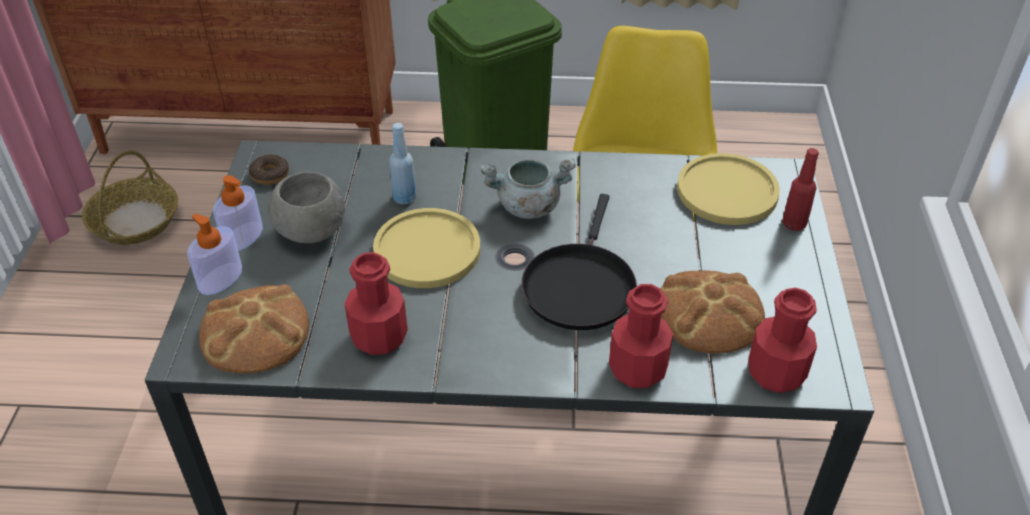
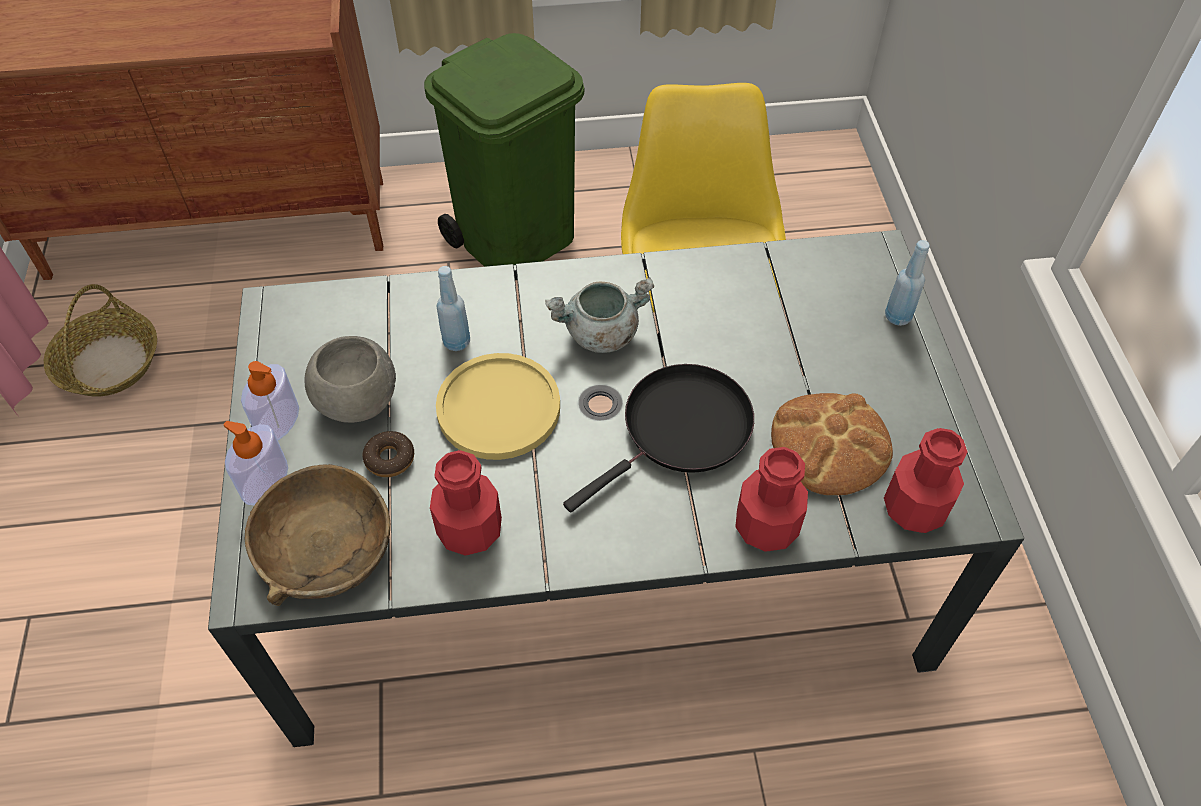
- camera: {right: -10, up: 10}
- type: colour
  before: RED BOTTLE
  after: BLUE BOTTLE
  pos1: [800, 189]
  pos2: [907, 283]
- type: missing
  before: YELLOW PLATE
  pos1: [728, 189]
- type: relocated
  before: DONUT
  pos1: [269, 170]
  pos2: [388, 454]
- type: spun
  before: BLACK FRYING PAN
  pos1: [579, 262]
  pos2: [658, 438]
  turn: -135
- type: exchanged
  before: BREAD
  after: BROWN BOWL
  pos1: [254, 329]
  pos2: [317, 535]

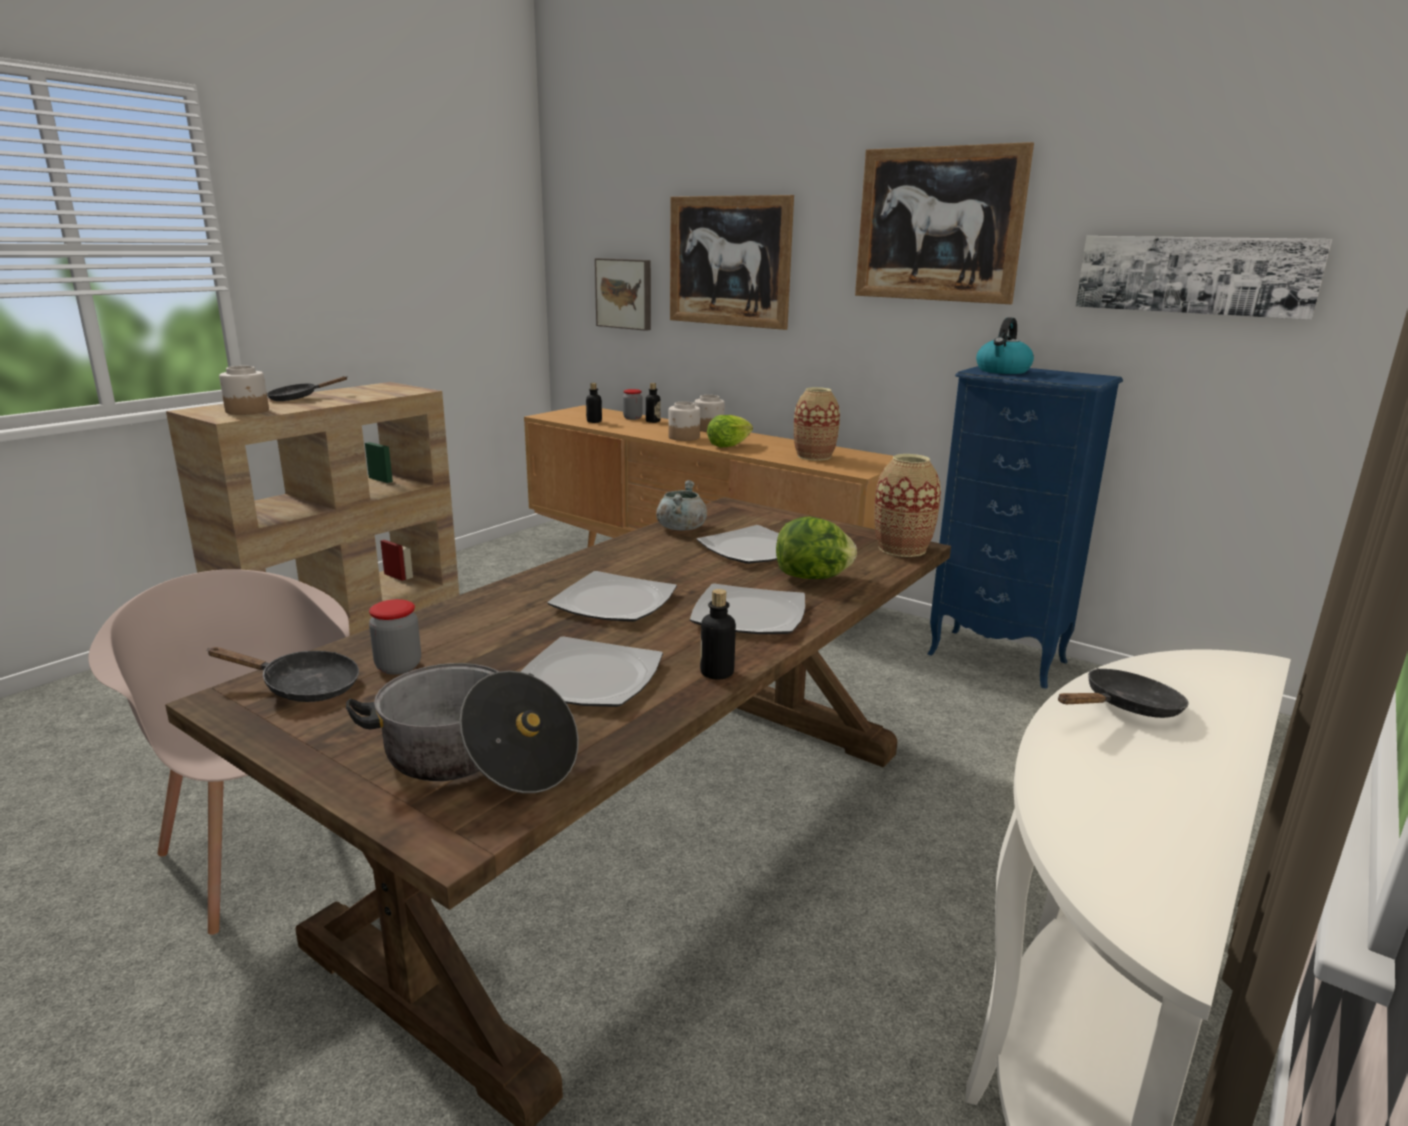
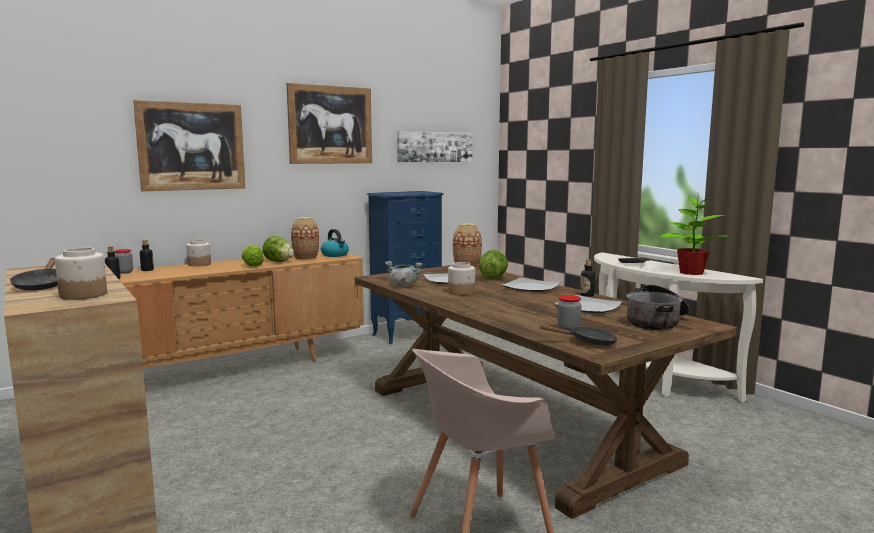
- camera: {right: -70, up: -10}
- type: missing
  before: PICTURE
  pos1: [623, 294]
- type: relocated
  before: KETTLE
  pos1: [1005, 345]
  pos2: [335, 243]
- type: relocated
  before: JAR
  pos1: [684, 421]
  pos2: [461, 278]
- type: missing
  before: PLATE
  pos1: [612, 596]
- type: spun
  before: BLACK FRYING PAN
  pos1: [283, 674]
  pos2: [578, 335]
  turn: 60
- type: appeared
  after: POTTED PLANT
  pos2: [694, 235]
- type: appeared
  after: LETTUCE
  pos2: [278, 249]

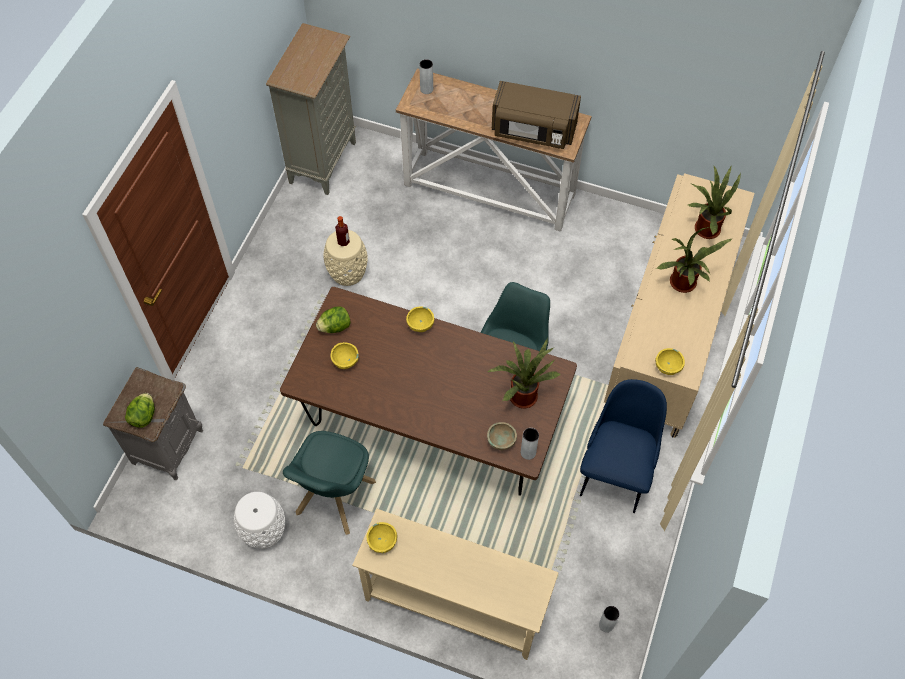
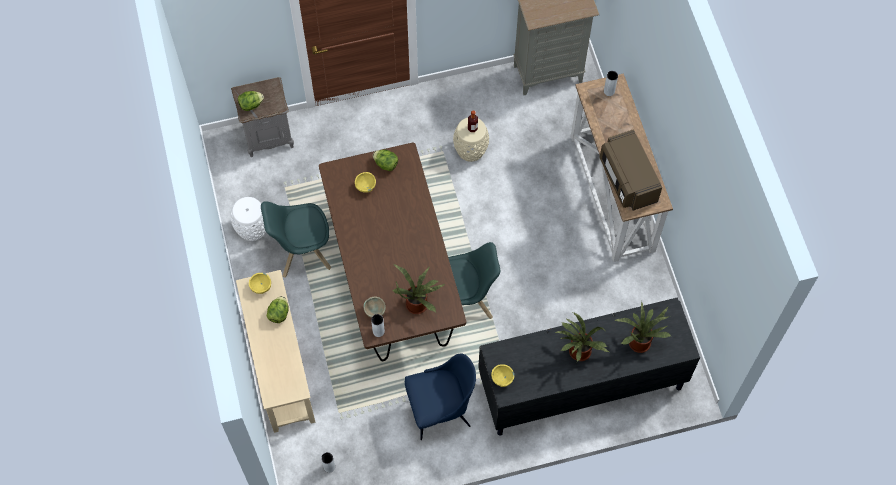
- camera: {right: 55, up: 5}
- type: colour
  before: BEIGE CABINET
  after: BLACK CABINET
  pos1: [679, 305]
  pos2: [589, 366]
- type: missing
  before: YELLOW BOWL
  pos1: [420, 319]
- type: appeared
  after: LETTUCE
  pos2: [278, 309]

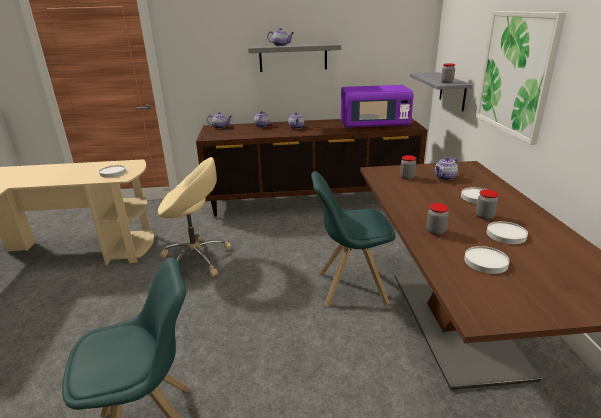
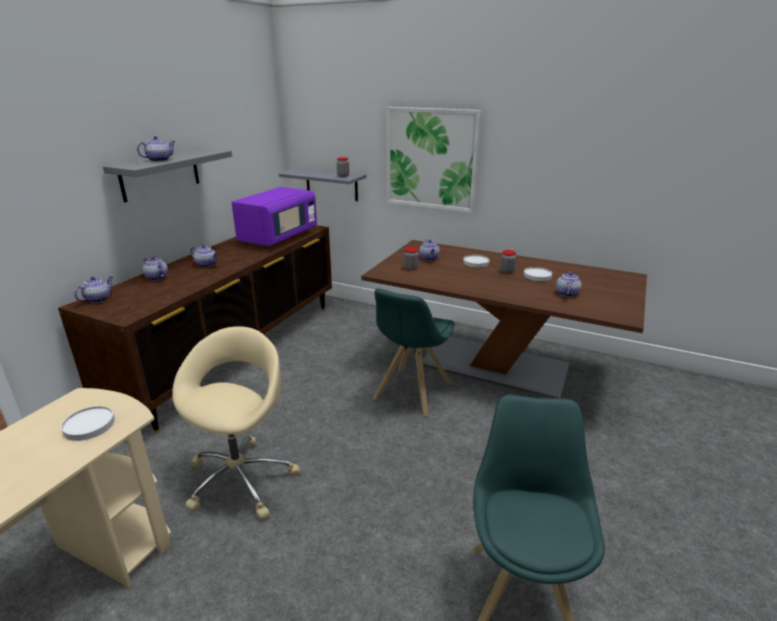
- camera: {right: -60, up: 0}
- type: missing
  before: JAR
  pos1: [437, 219]
- type: exchanged
  before: WHITE PLATE
  after: TEAPOT
  pos1: [487, 260]
  pos2: [569, 284]

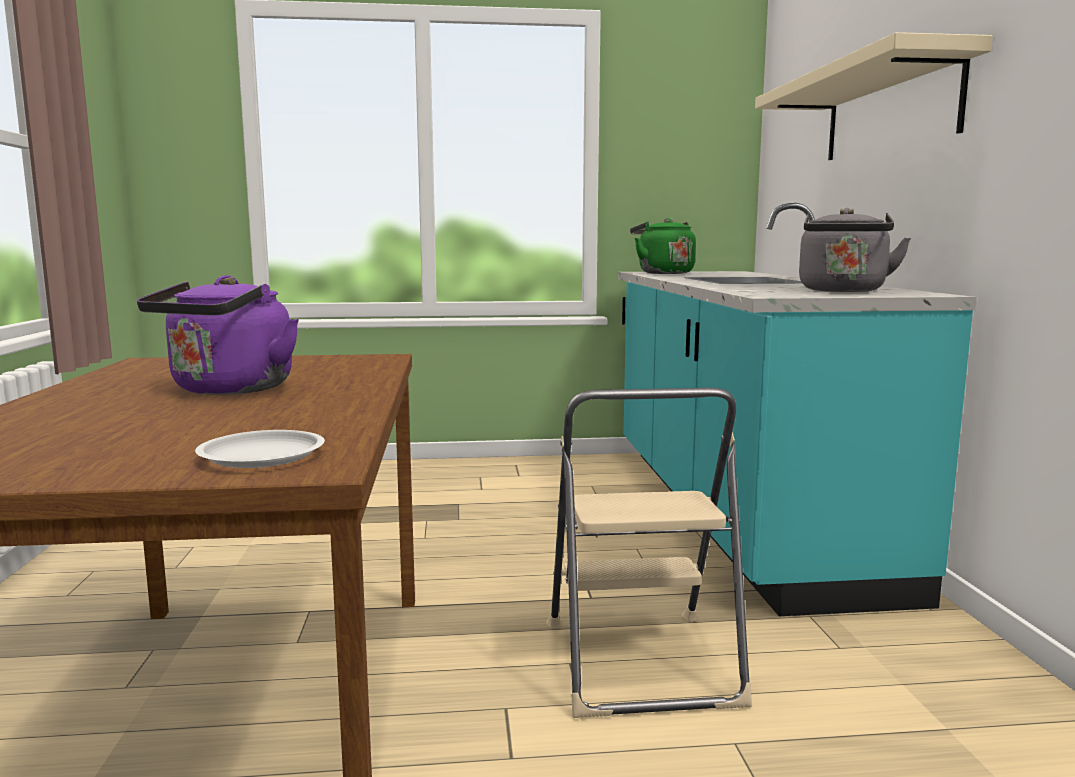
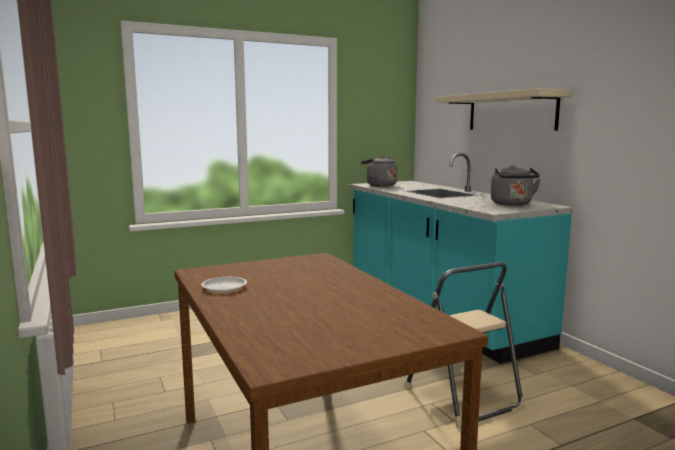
- camera: {right: -20, up: 0}
- type: colour
  before: GREEN KETTLE
  after: GREY KETTLE
  pos1: [663, 246]
  pos2: [379, 171]
- type: missing
  before: PURPLE KETTLE
  pos1: [218, 335]
- type: relocated
  before: WHITE PLATE
  pos1: [260, 449]
  pos2: [224, 284]

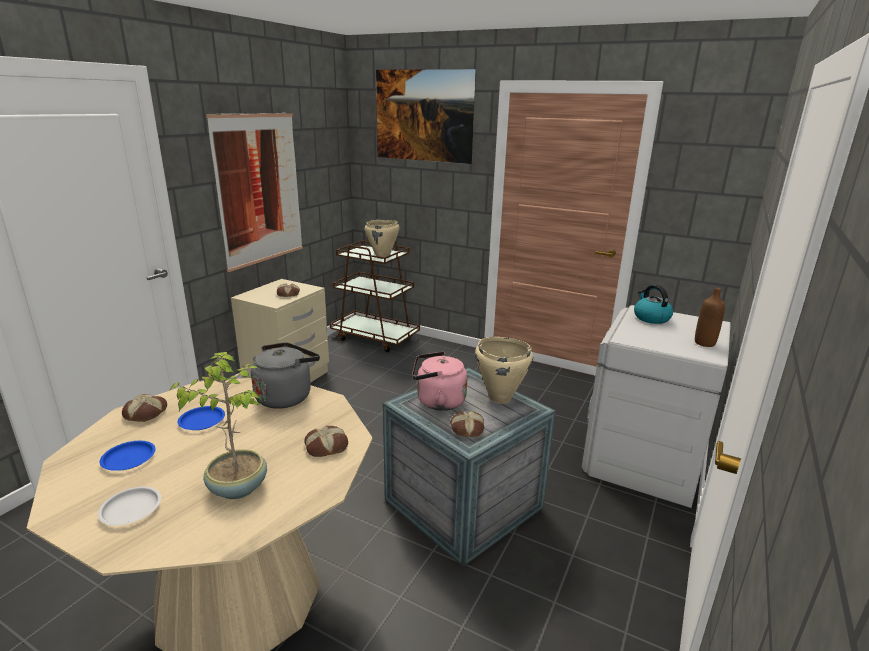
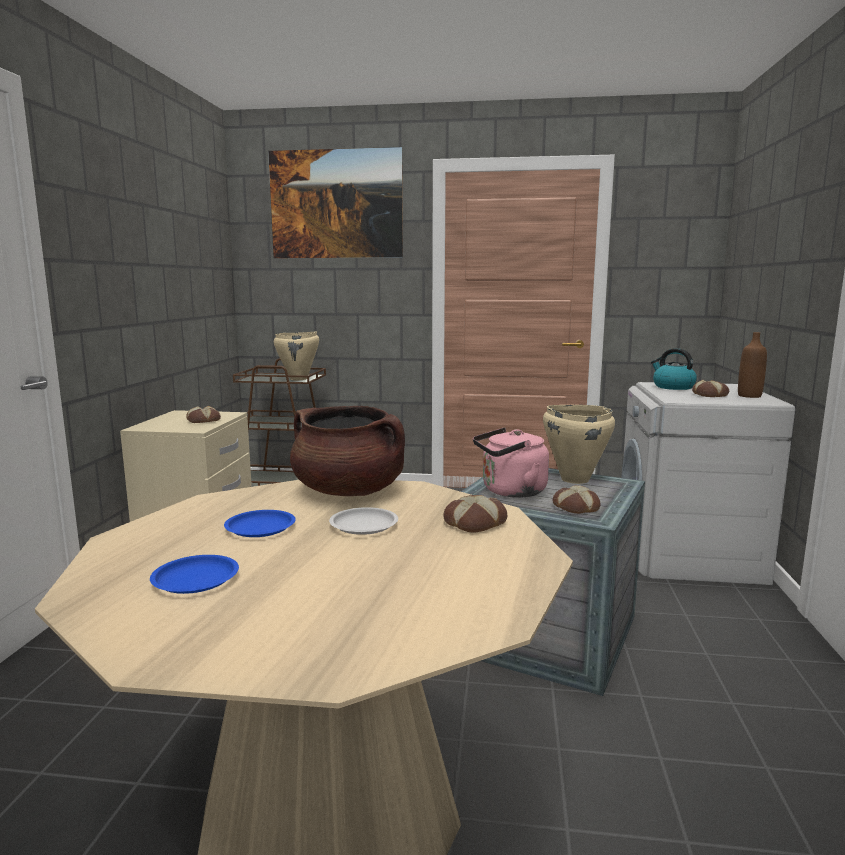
- camera: {right: -20, up: -10}
- type: missing
  before: PICTURE
  pos1: [254, 192]
- type: exchanged
  before: GREY KETTLE
  after: BROWN COOKING POT
  pos1: [285, 375]
  pos2: [347, 451]
- type: missing
  before: POTTED PLANT
  pos1: [217, 425]
- type: relocated
  before: BREAD
  pos1: [144, 408]
  pos2: [710, 388]
- type: relocated
  before: WHITE PLATE
  pos1: [129, 506]
  pos2: [363, 521]

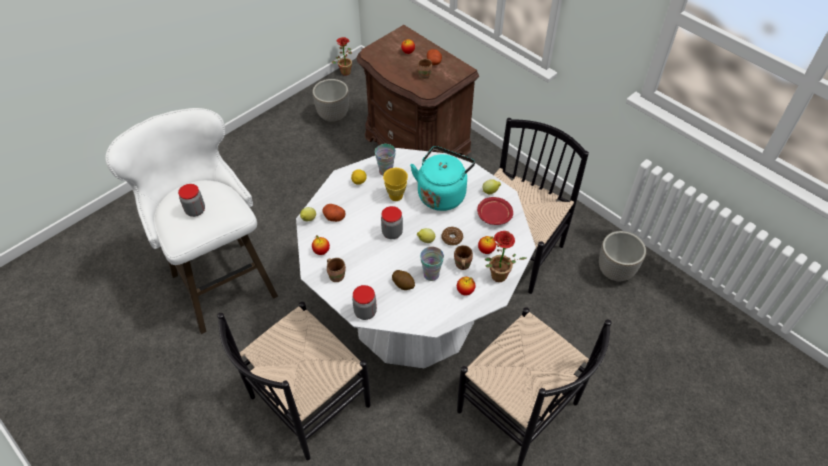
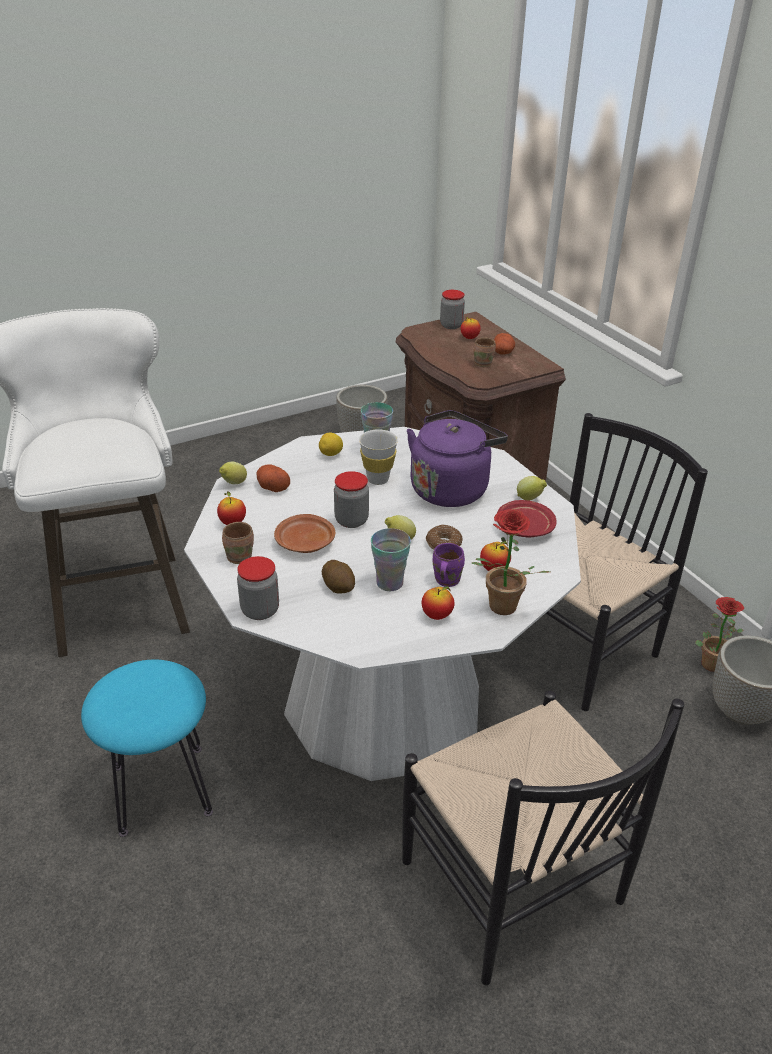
- camera: {right: 15, up: -15}
- type: relocated
  before: POTTED PLANT
  pos1: [342, 56]
  pos2: [719, 634]
- type: colour
  before: TURQUOISE KETTLE
  after: PURPLE KETTLE
  pos1: [442, 178]
  pos2: [457, 458]
- type: colour
  before: YELLOW CUP
  after: WHITE CUP
  pos1: [395, 184]
  pos2: [378, 457]
- type: relocated
  before: JAR
  pos1: [191, 200]
  pos2: [452, 309]
- type: colour
  before: BROWN MUG
  after: PURPLE MUG
  pos1: [463, 257]
  pos2: [449, 565]
- type: exchanged
  before: BLACK CHAIR
  after: TURQUOISE STOOL
  pos1: [294, 381]
  pos2: [147, 748]
- type: appeared
  after: BROWN PLATE
  pos2: [304, 533]

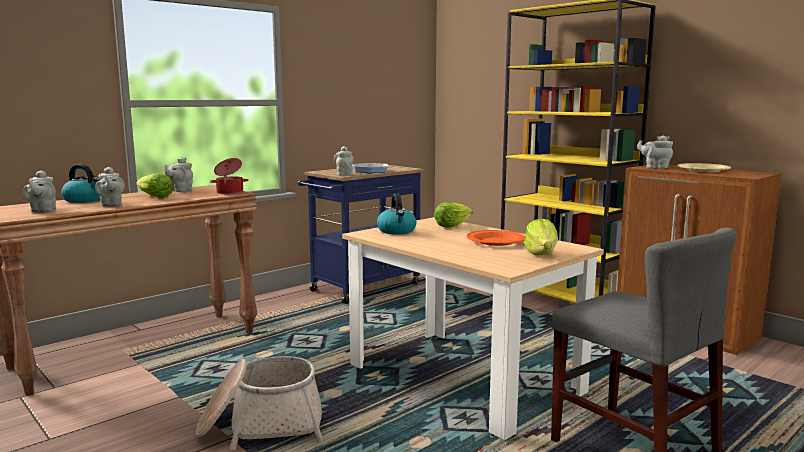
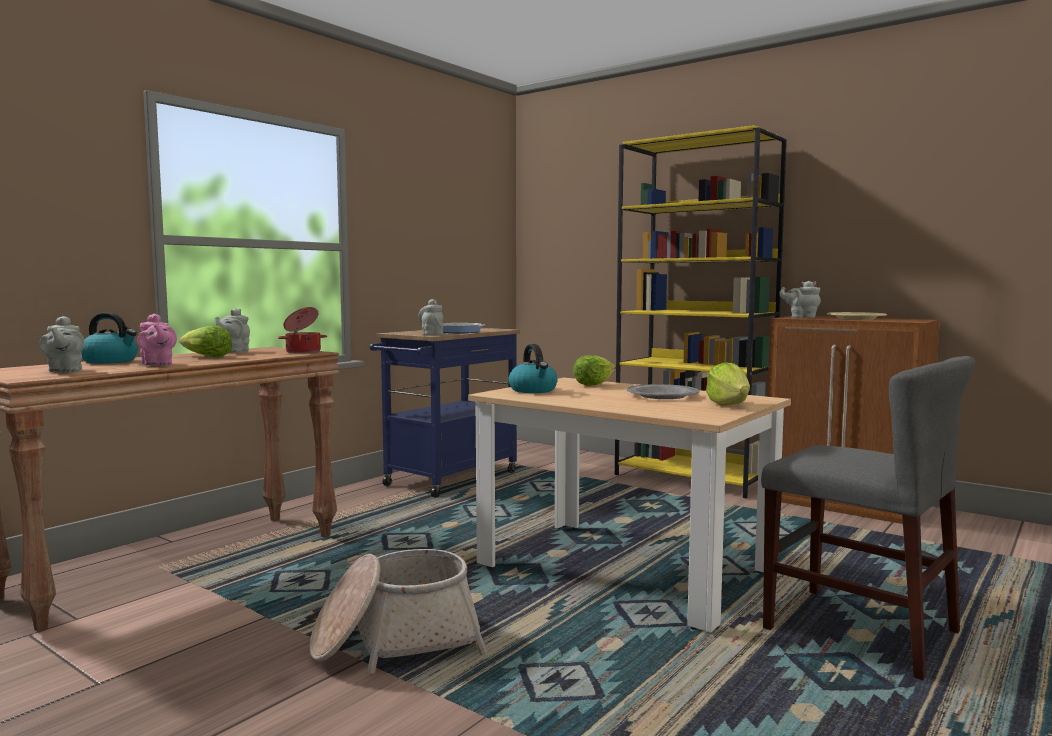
- camera: {right: -10, up: -5}
- type: colour
  before: GREY TEAPOT
  after: PINK TEAPOT
  pos1: [110, 187]
  pos2: [157, 339]
- type: colour
  before: ORANGE PLATE
  after: GREY PLATE
  pos1: [495, 238]
  pos2: [663, 391]

